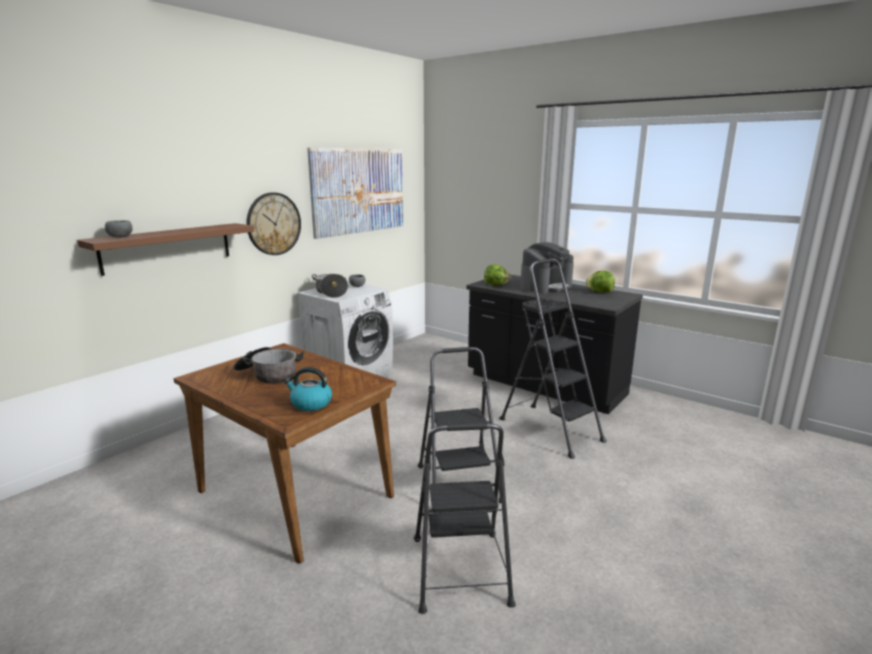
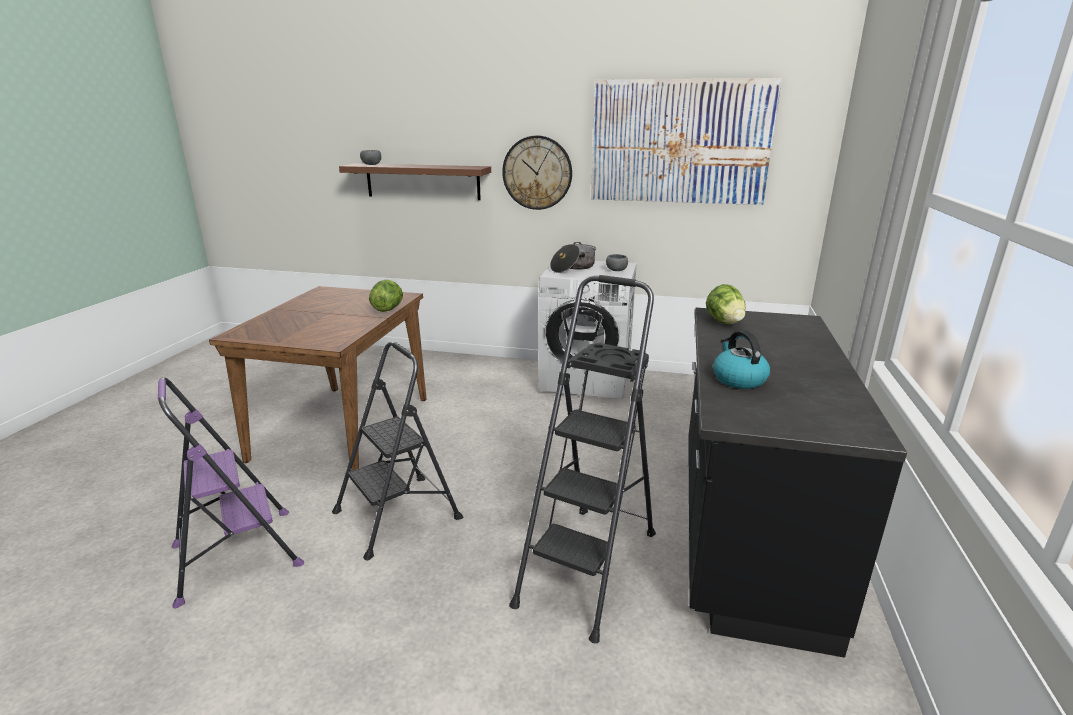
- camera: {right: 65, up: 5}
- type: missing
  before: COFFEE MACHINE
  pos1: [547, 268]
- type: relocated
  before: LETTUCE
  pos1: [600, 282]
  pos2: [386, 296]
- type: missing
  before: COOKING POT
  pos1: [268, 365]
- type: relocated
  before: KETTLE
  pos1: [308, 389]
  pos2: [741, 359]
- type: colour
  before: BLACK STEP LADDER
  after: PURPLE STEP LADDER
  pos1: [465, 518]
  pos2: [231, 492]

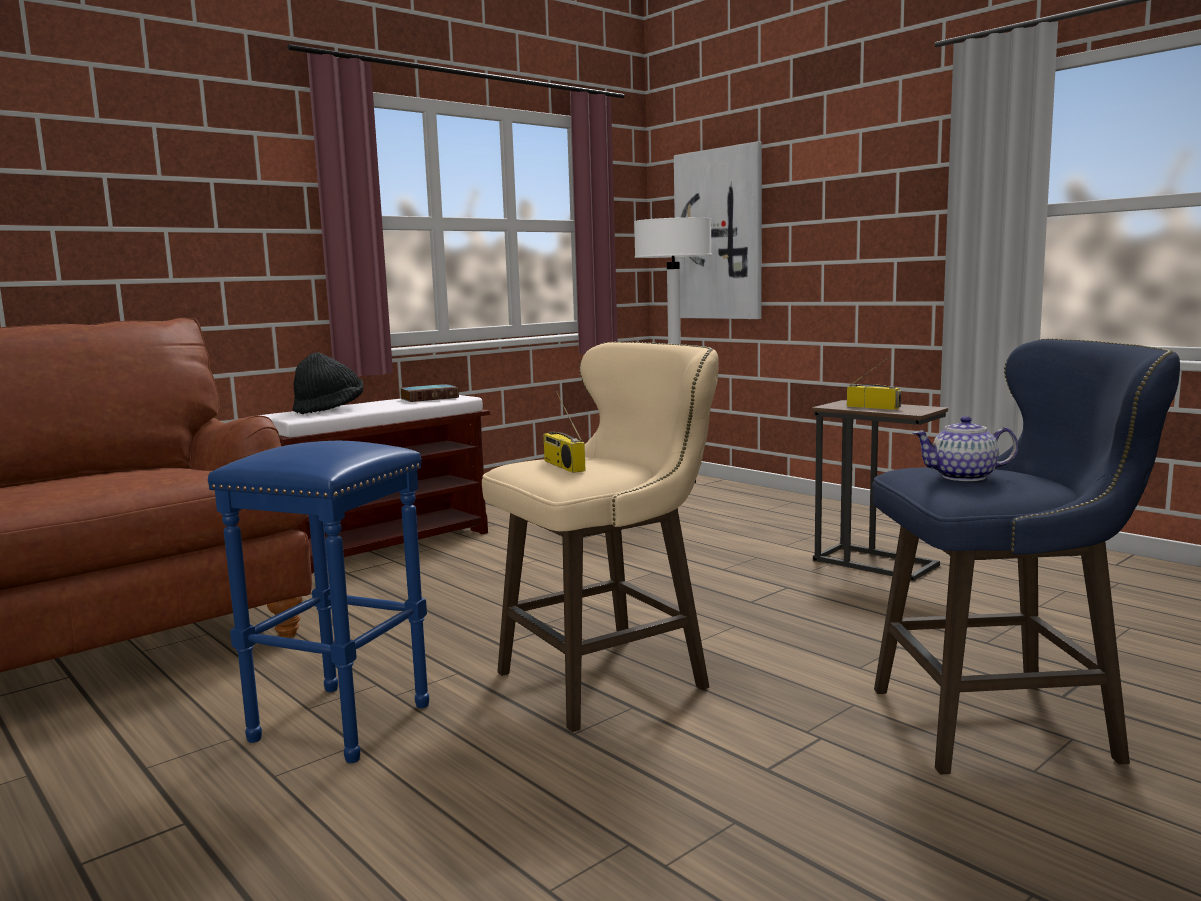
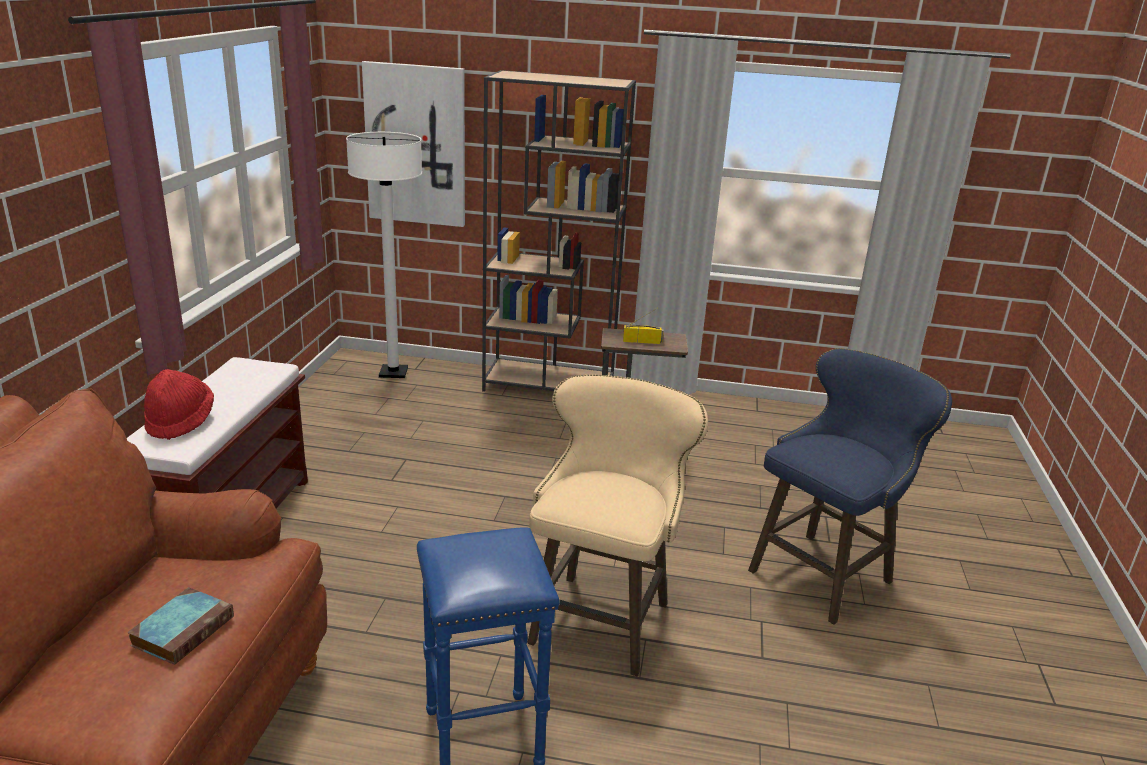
- camera: {right: -40, up: 15}
- type: colour
  before: BLACK HAT
  after: RED HAT
  pos1: [327, 383]
  pos2: [179, 404]
- type: relocated
  before: BOOK
  pos1: [429, 393]
  pos2: [180, 626]
- type: missing
  before: RADIO
  pos1: [564, 432]
- type: missing
  before: TEAPOT
  pos1: [965, 448]
- type: appeared
  after: BOOKCASE
  pos2: [559, 231]

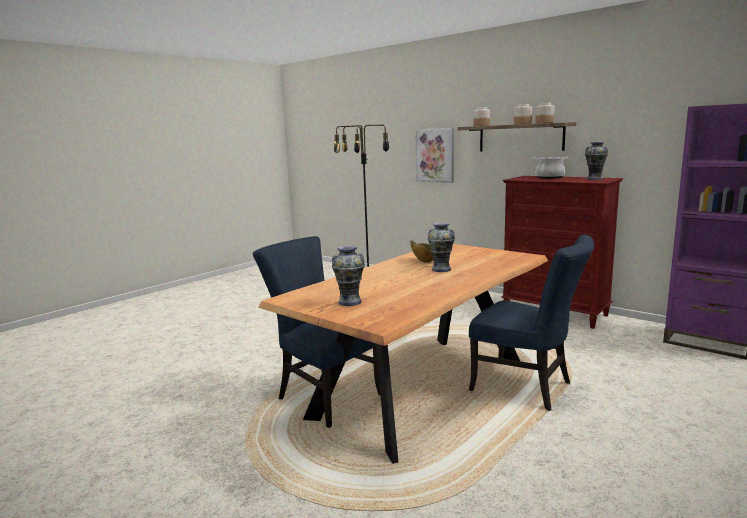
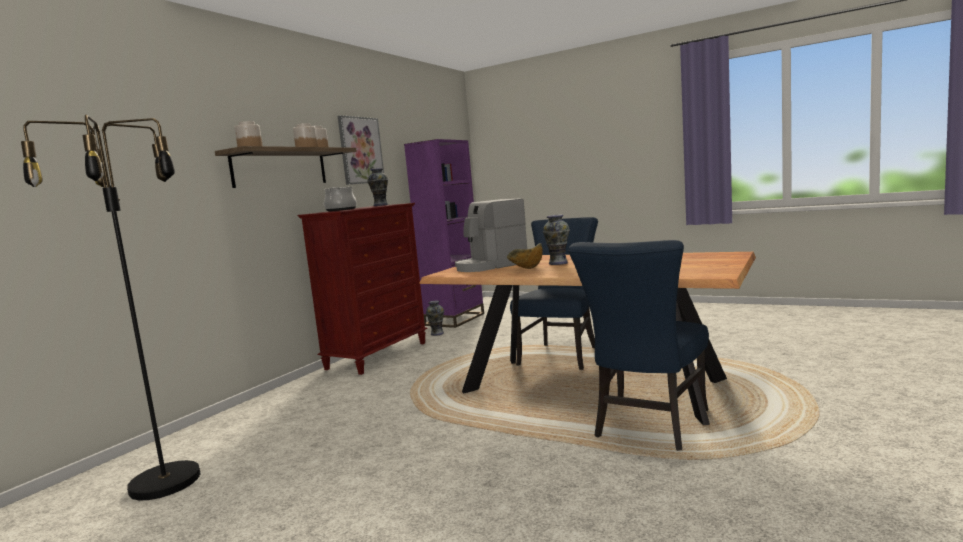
- camera: {right: -100, up: -5}
- type: relocated
  before: PICTURE
  pos1: [434, 155]
  pos2: [361, 150]
- type: relocated
  before: VASE
  pos1: [348, 275]
  pos2: [435, 318]
- type: appeared
  after: COFFEE MACHINE
  pos2: [491, 235]

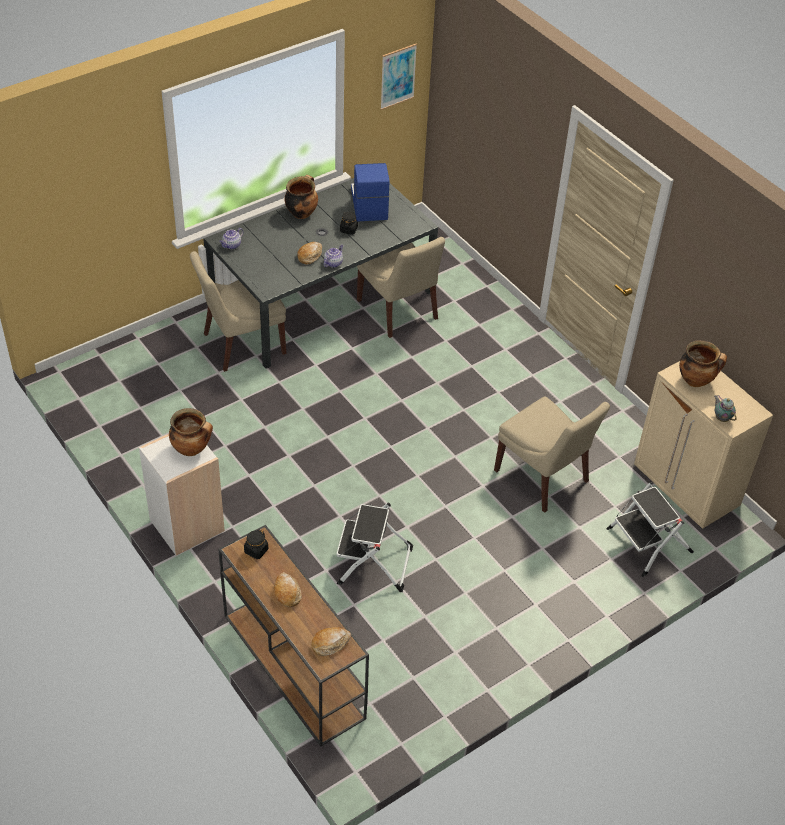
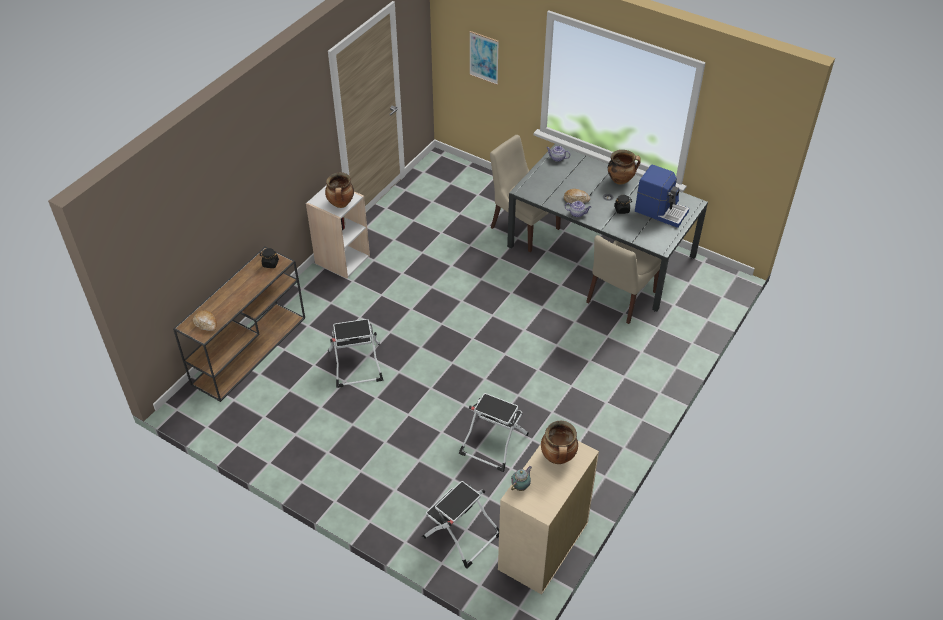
- camera: {right: 70, up: 0}
- type: relocated
  before: PICTURE
  pos1: [398, 77]
  pos2: [484, 58]
- type: spun
  before: COFFEE MACHINE
  pos1: [370, 192]
  pos2: [662, 196]
  turn: 60
- type: exchanged
  before: BEIGE CHAIR
  after: STEP LADDER
  pos1: [552, 454]
  pos2: [494, 432]
- type: missing
  before: BREAD
  pos1: [288, 589]

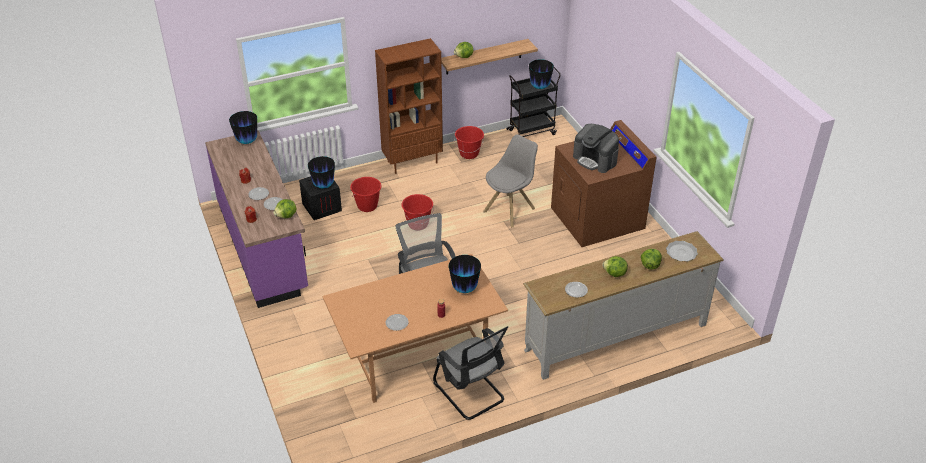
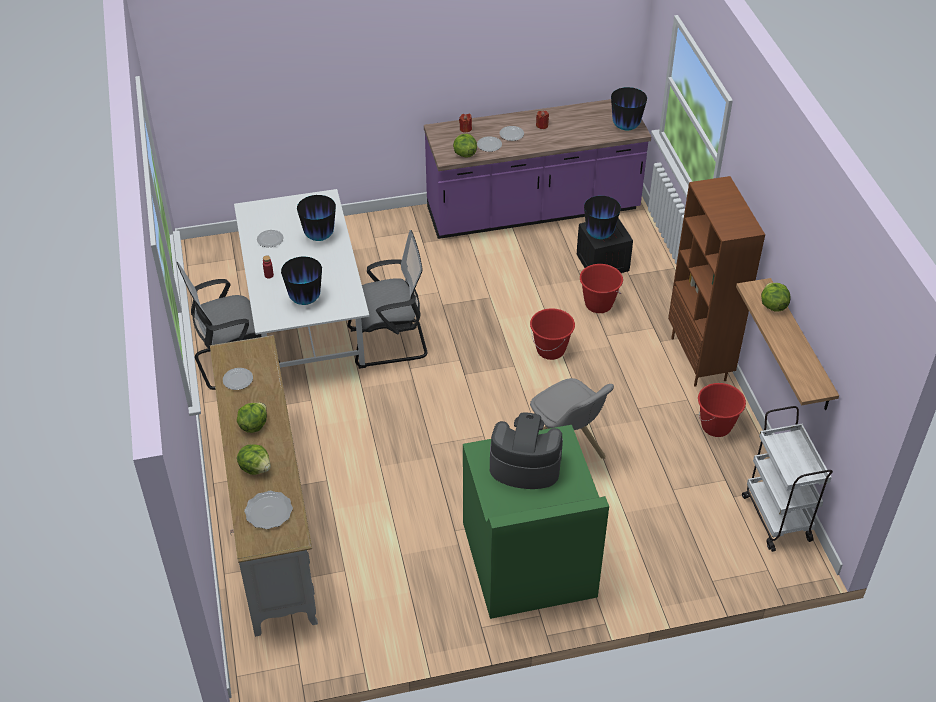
- camera: {right: 100, up: 5}
- type: relocated
  before: VASE
  pos1: [541, 74]
  pos2: [316, 218]
- type: colour
  before: BLACK CART
  after: WHITE CART
  pos1: [533, 102]
  pos2: [787, 479]
- type: colour
  before: BROWN WASHING MACHINE
  after: GREEN WASHING MACHINE
  pos1: [603, 183]
  pos2: [536, 522]
- type: spun
  before: COFFEE MACHINE
  pos1: [596, 148]
  pos2: [526, 451]
  turn: 45
- type: colour
  before: BROWN DINING TABLE
  after: WHITE DINING TABLE
  pos1: [415, 328]
  pos2: [302, 278]

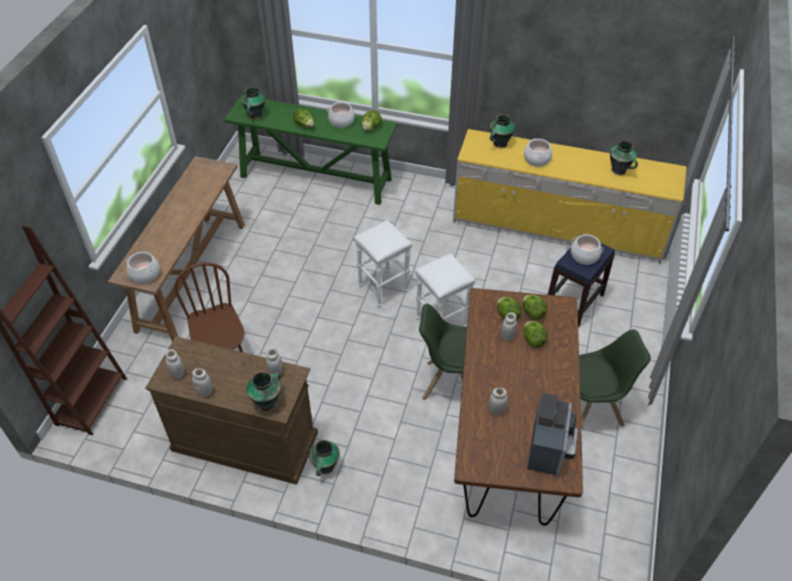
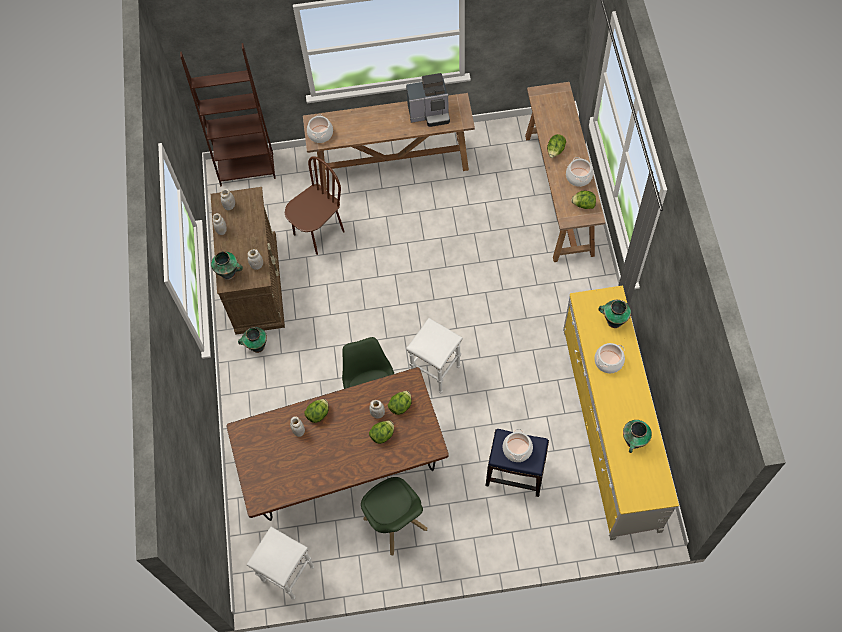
- camera: {right: 70, up: 15}
- type: missing
  before: VASE
  pos1: [253, 103]
- type: colour
  before: GREEN CONSOLE TABLE
  after: BROWN CONSOLE TABLE
  pos1: [310, 150]
  pos2: [565, 172]
- type: relocated
  before: WHITE STOOL
  pos1: [383, 264]
  pos2: [280, 563]
- type: relocated
  before: LETTUCE
  pos1: [535, 307]
  pos2: [316, 411]
- type: relocated
  before: COFFEE MACHINE
  pos1: [552, 435]
  pos2: [428, 100]

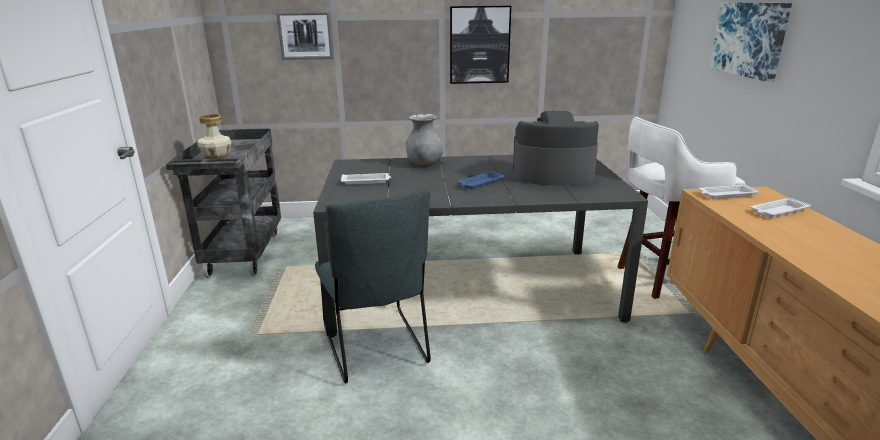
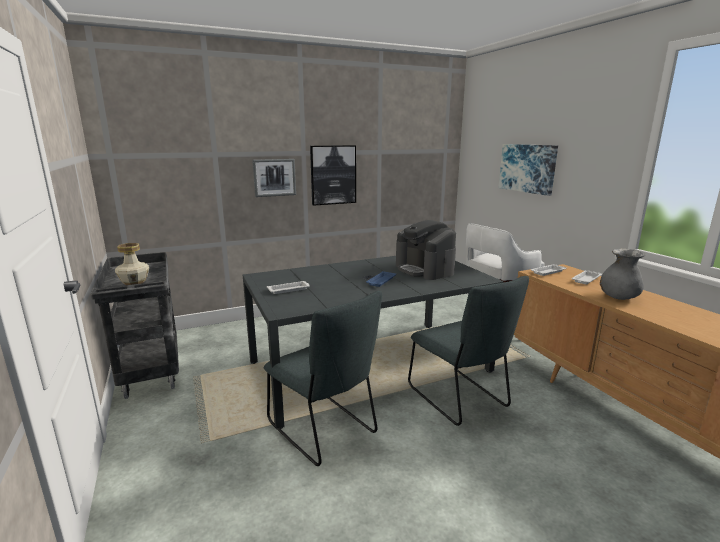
- camera: {right: -20, up: -5}
- type: relocated
  before: PICTURE
  pos1: [305, 36]
  pos2: [274, 178]
- type: spun
  before: COFFEE MACHINE
  pos1: [556, 147]
  pos2: [426, 250]
  turn: -105
- type: relocated
  before: GREY VASE
  pos1: [425, 139]
  pos2: [622, 274]
- type: appeared
  after: GREY CHAIR
  pos2: [468, 351]

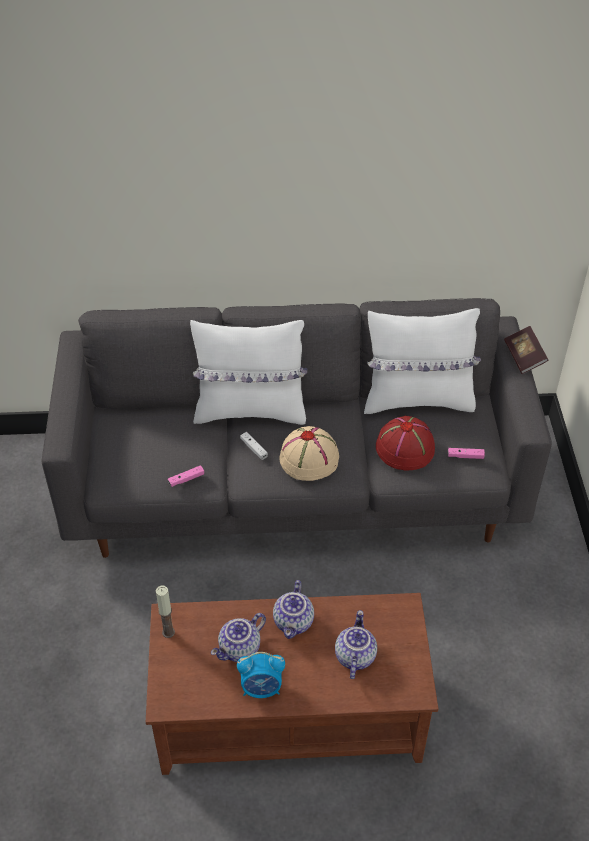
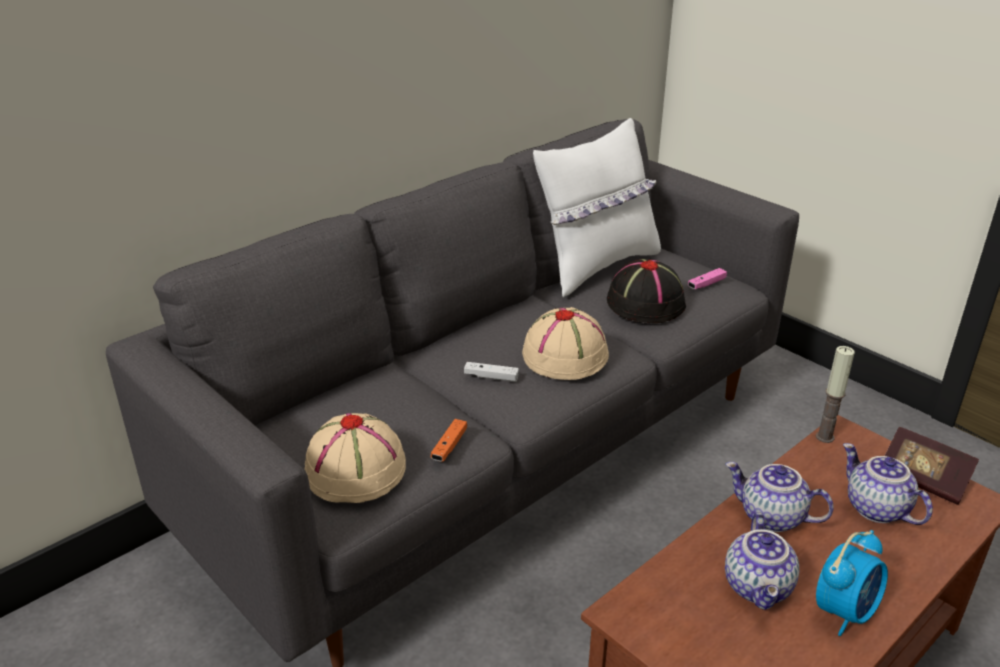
- camera: {right: -40, up: -15}
- type: missing
  before: WHITE PILLOW
  pos1: [249, 372]
- type: relocated
  before: BOOK
  pos1: [526, 350]
  pos2: [932, 466]
- type: colour
  before: RED HAT
  after: BLACK HAT
  pos1: [405, 443]
  pos2: [646, 291]
- type: colour
  before: PINK GAME CONTROLLER
  after: ORANGE GAME CONTROLLER
  pos1: [186, 476]
  pos2: [449, 440]
- type: spun
  before: TEAPOT
  pos1: [293, 609]
  pos2: [780, 497]
  turn: 150
- type: relocated
  before: CANDLE
  pos1: [165, 611]
  pos2: [835, 394]
- type: appeared
  after: BEIGE HAT
  pos2: [355, 458]

